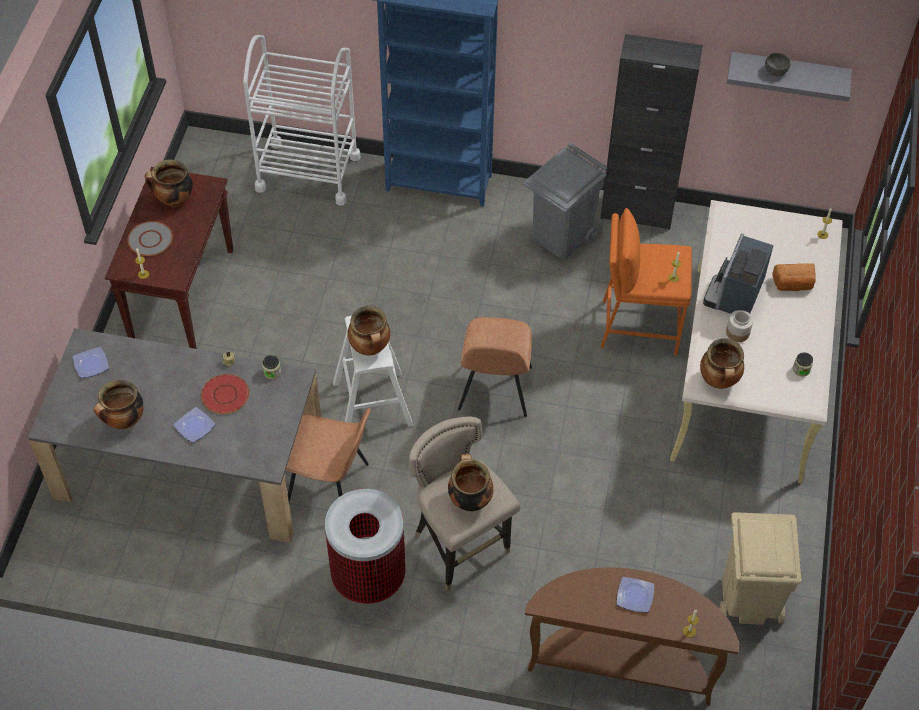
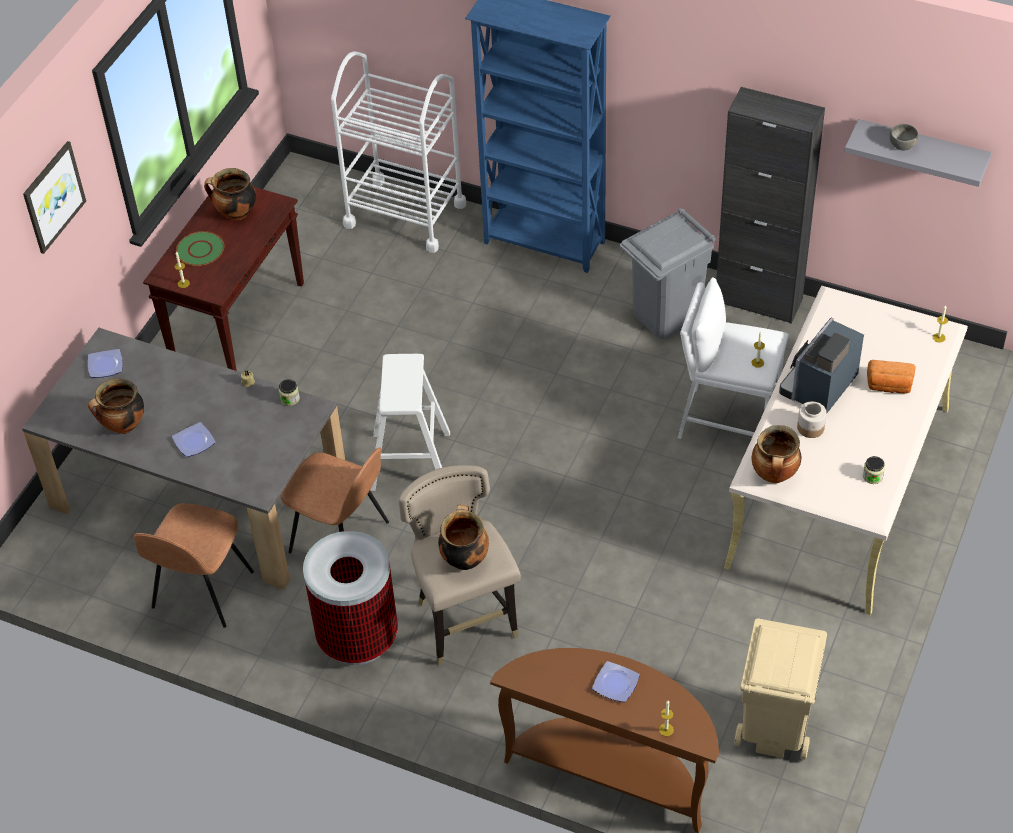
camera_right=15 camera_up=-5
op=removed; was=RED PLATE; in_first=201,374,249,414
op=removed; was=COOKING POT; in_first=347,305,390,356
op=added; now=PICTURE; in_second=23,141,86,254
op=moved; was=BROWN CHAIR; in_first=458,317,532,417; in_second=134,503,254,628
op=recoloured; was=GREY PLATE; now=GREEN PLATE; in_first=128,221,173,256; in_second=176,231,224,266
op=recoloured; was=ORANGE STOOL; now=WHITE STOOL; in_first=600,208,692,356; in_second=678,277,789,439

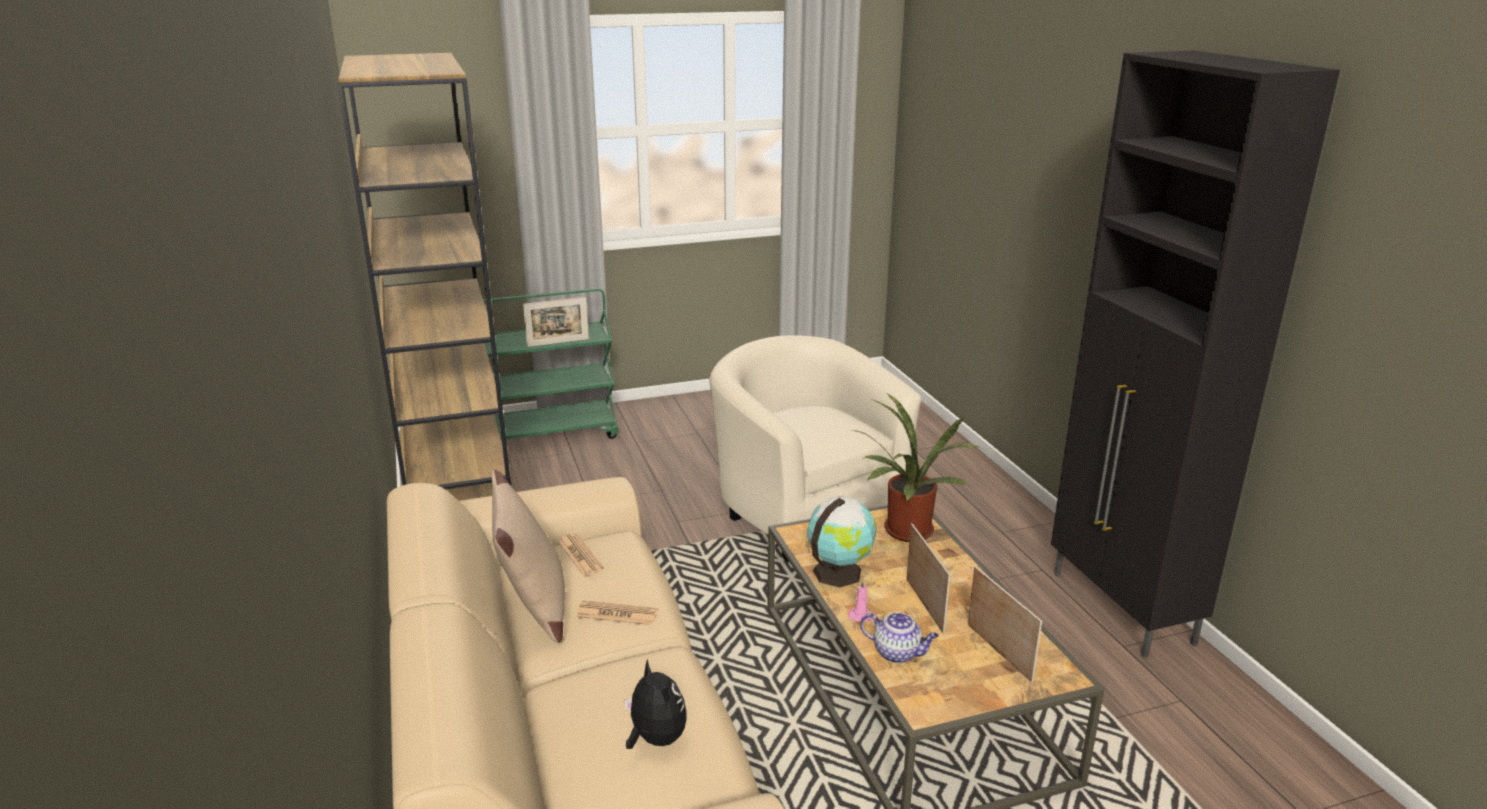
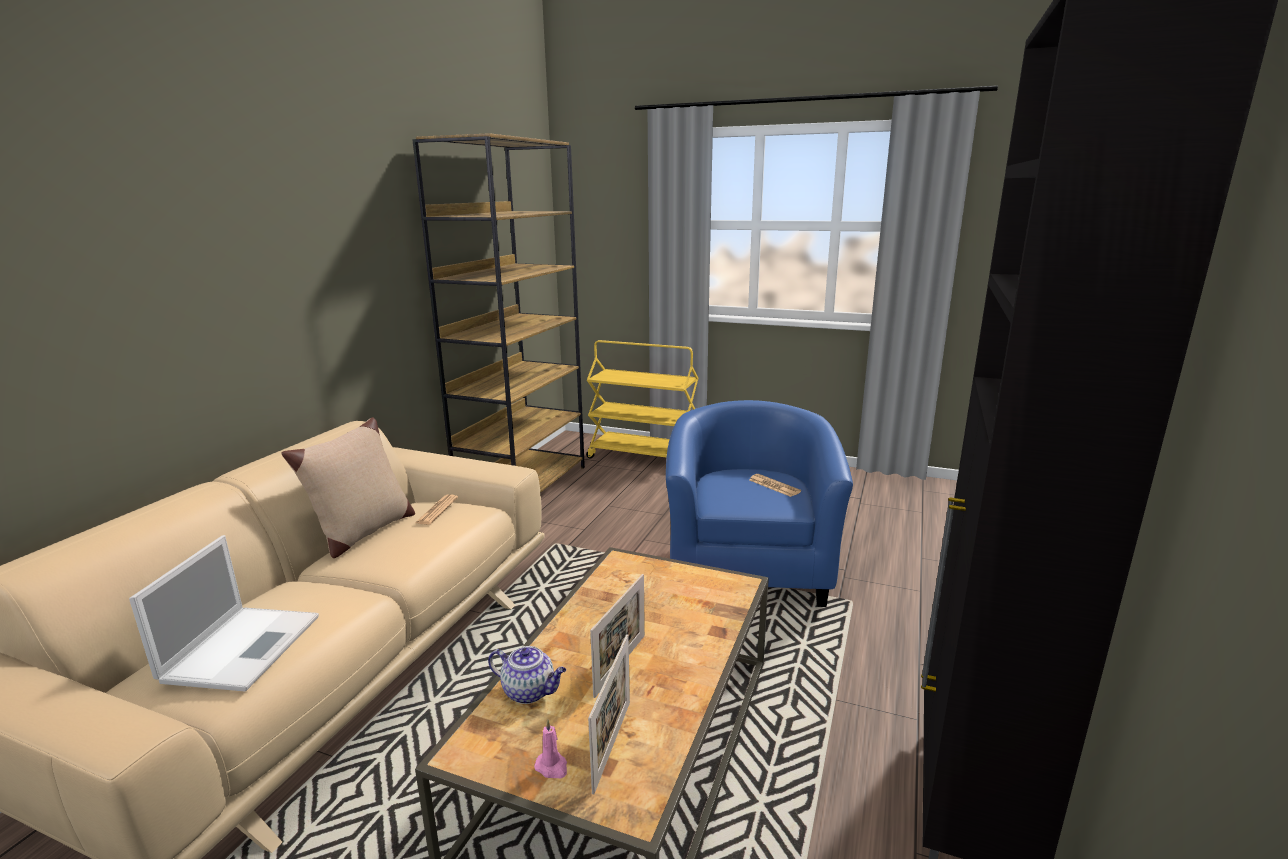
camera_right=40 camera_up=-5
op=removed; was=PICTURE FRAME; in_first=523,297,589,347
op=removed; was=GLOBE; in_first=807,496,877,588
op=removed; was=POTTED PLANT; in_first=856,393,981,542
op=moved; was=NEWSPAPER; in_first=576,601,658,625; in_second=749,474,801,497
op=moved; was=PINK CANDLE; in_first=848,580,876,622; in_second=534,720,567,778
op=replaced; was=PLUSH TOY; now=LAPTOP; in_first=625,659,686,749; in_second=129,535,319,692
op=recoloured; was=GREEN CART; now=YELLOW CART; in_first=483,288,619,440; in_second=586,340,698,459
op=recoloured; was=BEIGE ARMCHAIR; now=BLUE ARMCHAIR; in_first=709,335,921,562; in_second=666,400,853,607
op=turned; was=TEAPOT; in_first=860,612,939,663; in_second=488,646,566,704; clockwise=-45

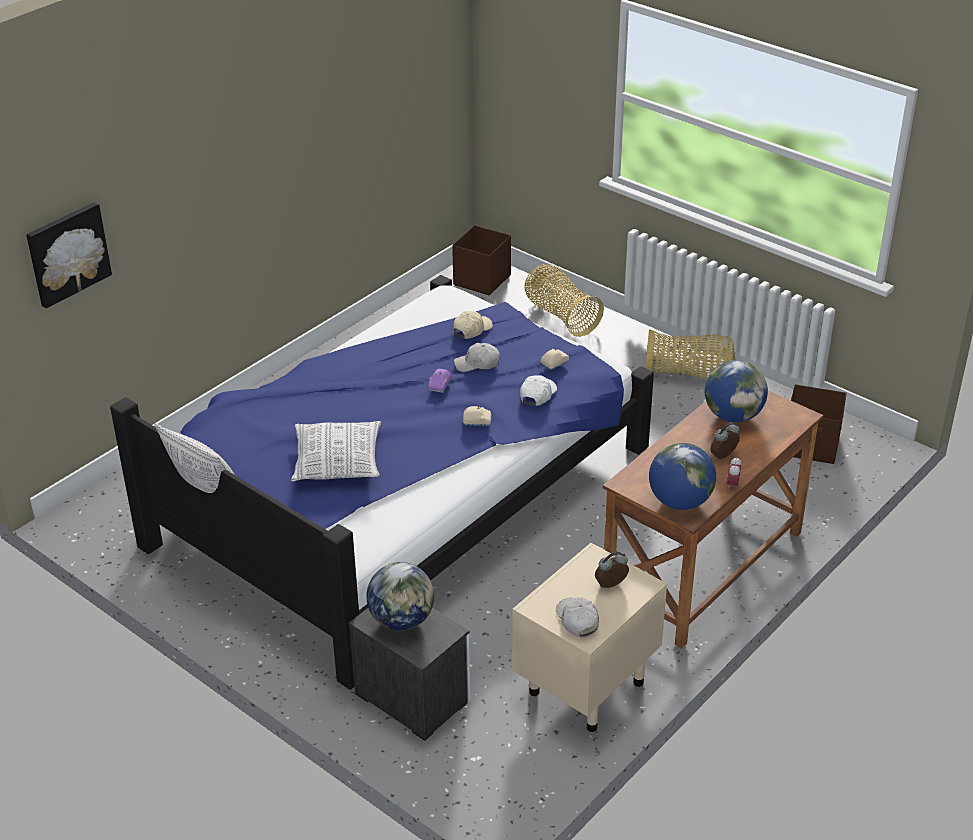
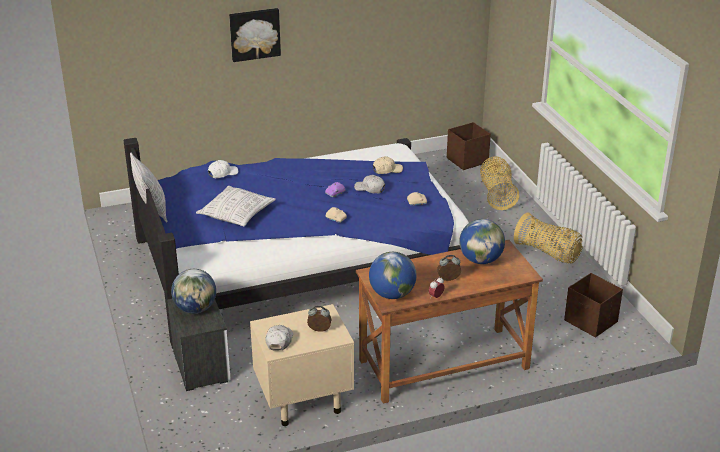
camera_right=30 camera_up=-5
op=moved; was=PICTURE; in_first=26,202,112,308; in_second=229,8,281,62
op=moved; was=WHITE CAP; in_first=520,375,557,406; in_second=208,160,238,178

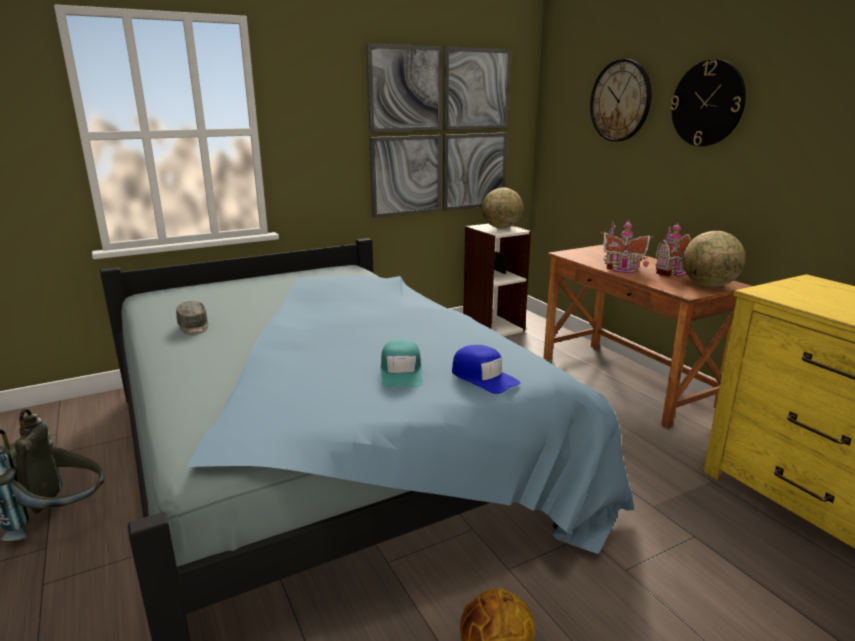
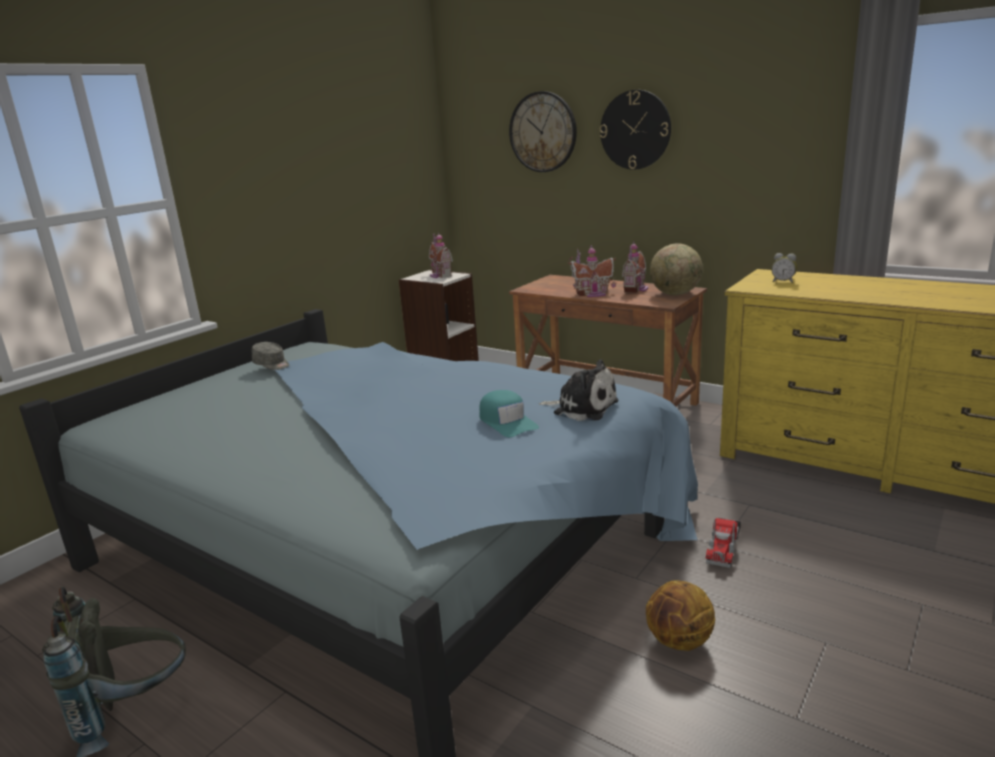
camera_right=-25 camera_up=0
op=removed; was=PICTURE; in_first=366,43,511,218
op=added; now=TOY TRUCK; in_second=706,517,741,568
op=added; now=ALARM CLOCK; in_second=772,253,797,283
op=moved; was=GREY CAP; in_first=176,301,208,335; in_second=252,342,289,370
op=replaced; was=BLUE CAP; now=PLUSH TOY; in_first=452,345,520,394; in_second=539,359,618,421
op=replaced; was=GLOBE; now=TOY HOUSE; in_first=482,188,523,229; in_second=429,232,453,278

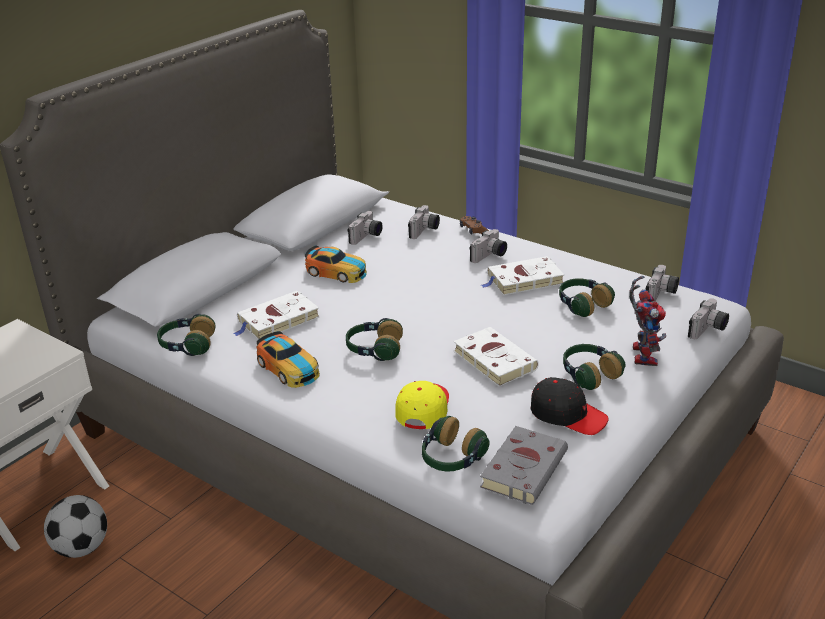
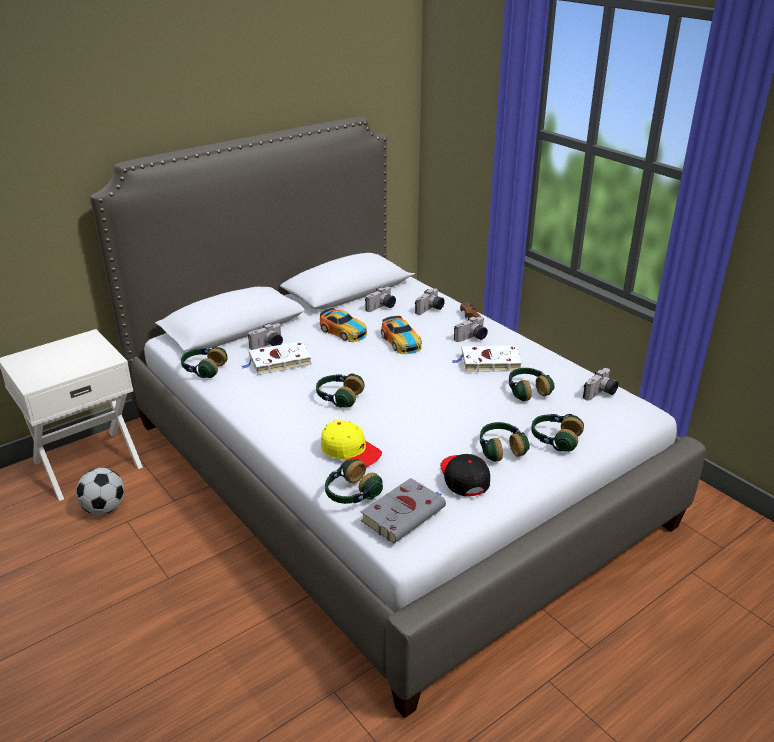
camera_right=15 camera_up=0
op=removed; was=WHITE BOOK; in_first=453,327,539,387
op=moved; was=TOY CAR; in_first=257,331,320,388; in_second=381,316,422,354
op=moved; was=PHOTO CAMERA; in_first=688,298,729,339; in_second=248,323,283,350
op=replaced; was=TOY ROBOT; now=HEADPHONES; in_first=629,276,666,366; in_second=531,414,584,452
op=turned; was=YELLOW CAP; in_first=395,381,449,429; in_second=321,420,382,467; clockwise=90
op=turned; was=BLACK CAP; in_first=531,377,609,435; in_second=440,454,490,496; clockwise=-150

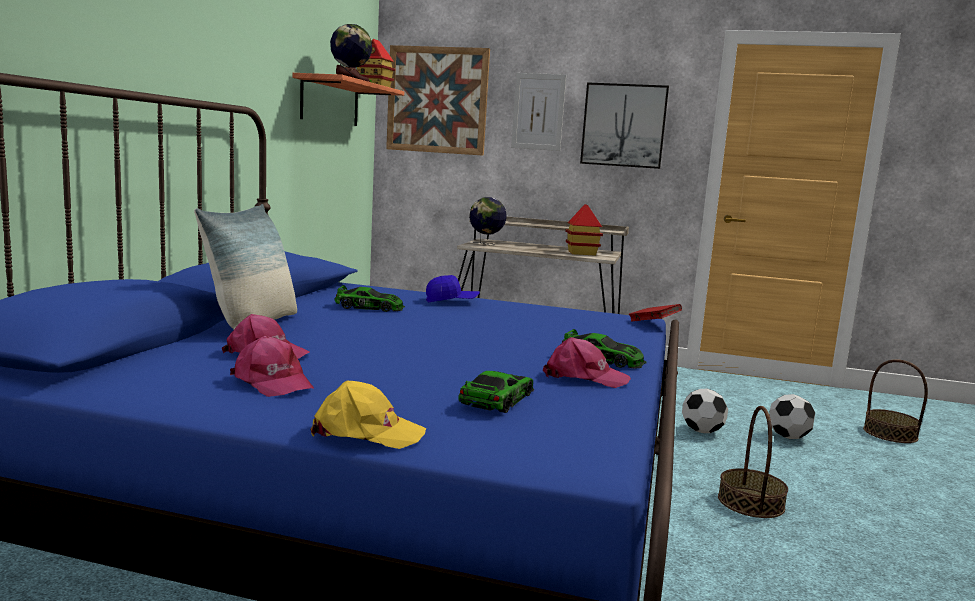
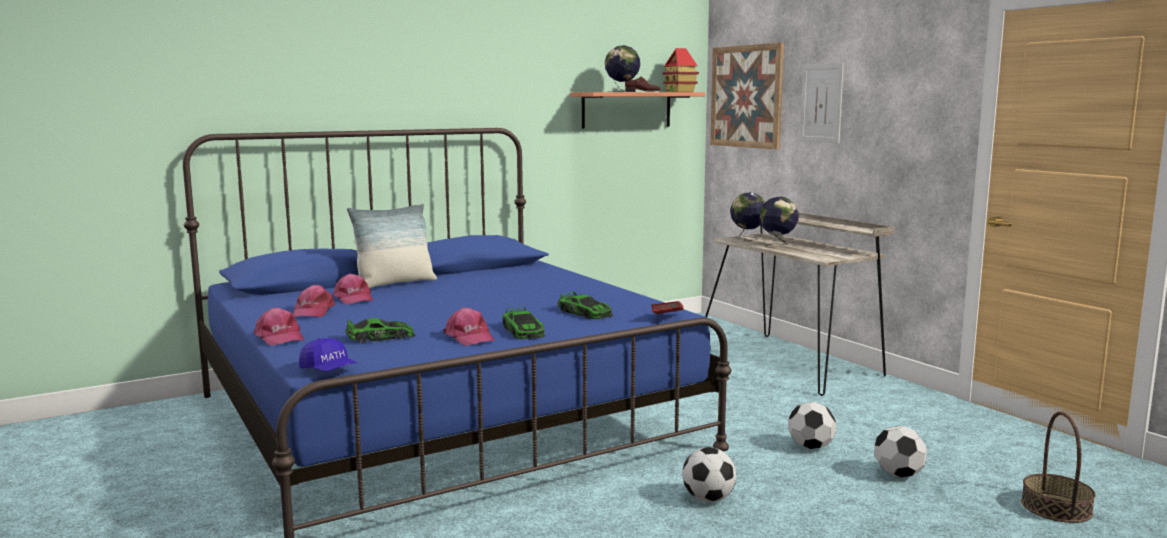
camera_right=45 camera_up=0
op=removed; was=TOY HOUSE; in_first=565,204,603,256
op=removed; was=PICTURE; in_first=580,82,669,169
op=added; now=GLOBE; in_second=759,197,799,248
op=moved; was=TOY CAR; in_first=335,285,405,312; in_second=557,292,613,319
op=moved; was=BLUE CAP; in_first=426,275,480,302; in_second=299,338,357,371
op=replaced; was=BASKET; now=FOOTBALL; in_first=718,406,788,518; in_second=682,447,736,502
op=recoloured; was=YELLOW CAP; now=PINK CAP; in_first=310,381,426,449; in_second=254,308,304,346

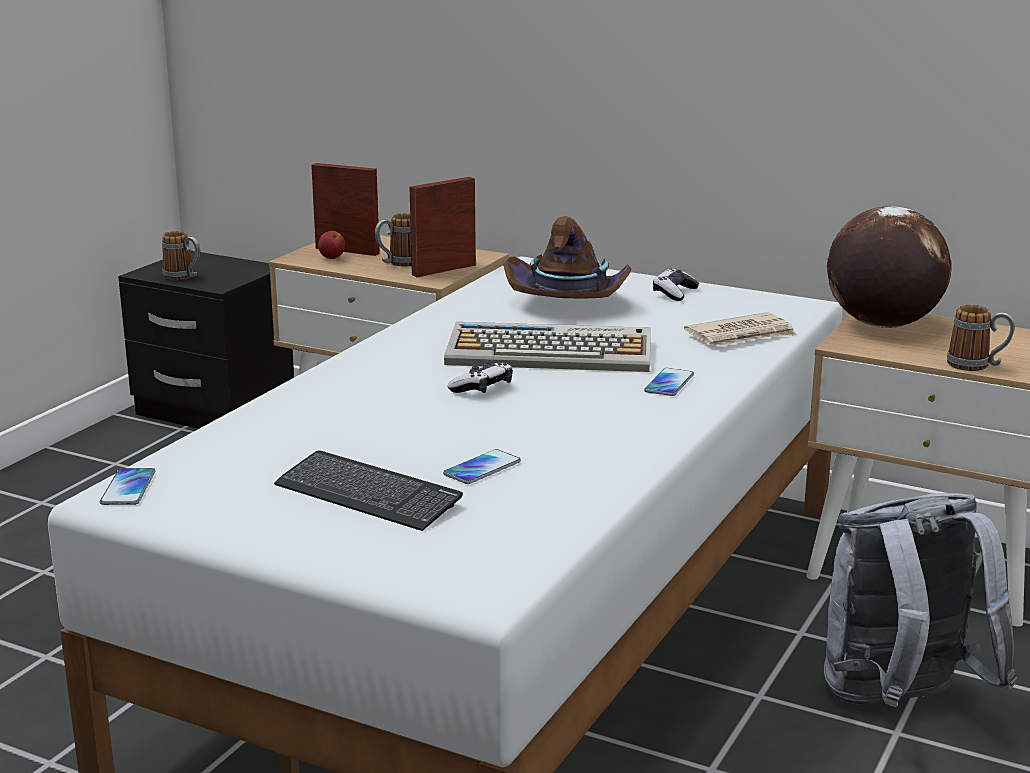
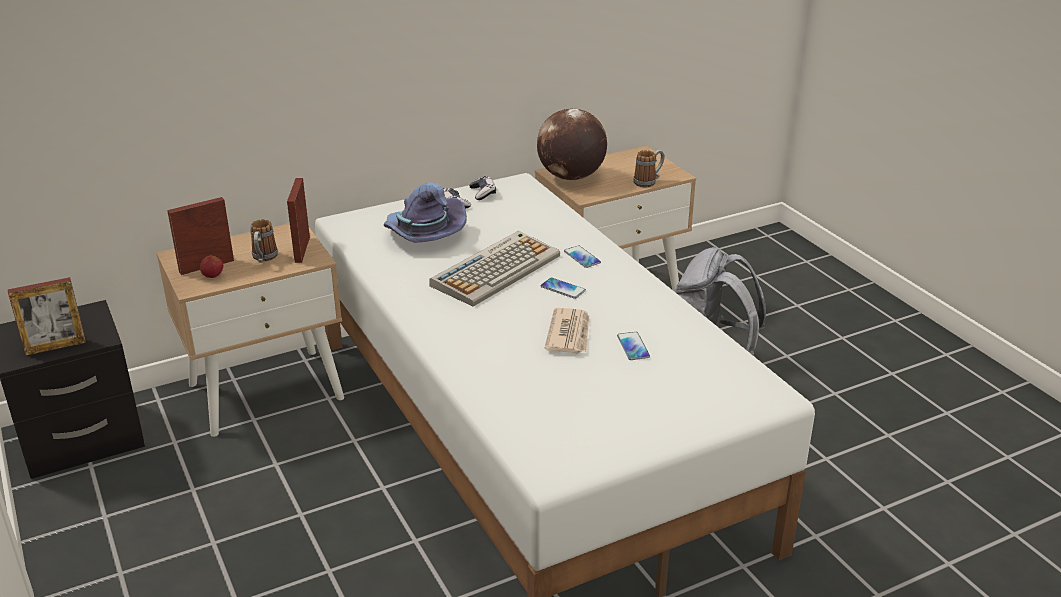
camera_right=-55 camera_up=10
op=removed; was=KEYBOARD; in_first=274,451,463,531
op=moved; was=PHONE; in_first=100,468,155,505; in_second=541,277,586,299
op=moved; was=GAME CONTROLLER; in_first=447,360,513,393; in_second=469,176,496,200
op=moved; was=NEWSPAPER; in_first=684,312,797,347; in_second=544,308,589,353
op=replaced; was=MUG; now=PICTURE FRAME; in_first=162,231,200,280; in_second=8,277,86,356
op=recoloured; was=BROWN HAT; now=PURPLE HAT; in_first=503,216,631,299; in_second=384,182,467,243

